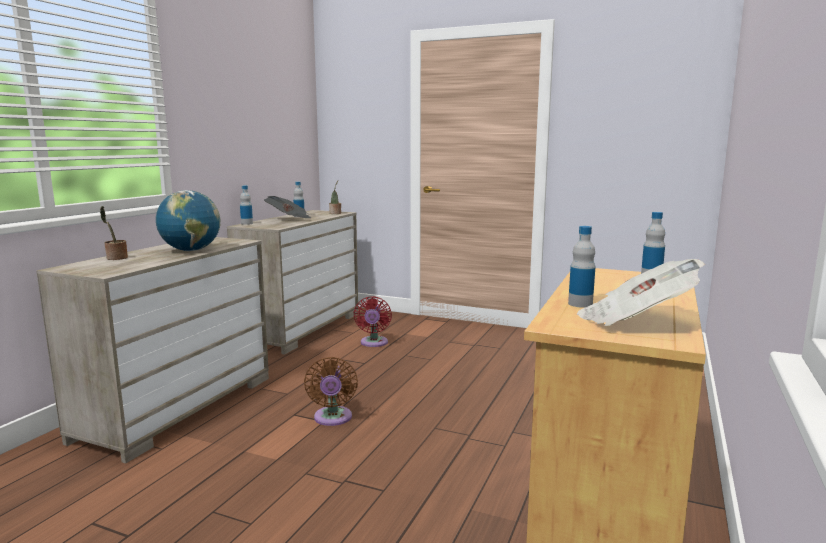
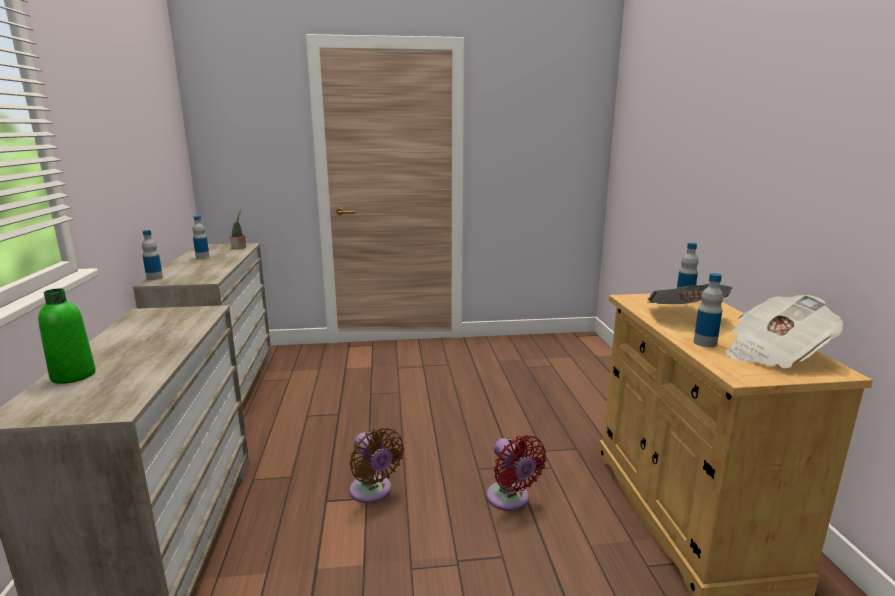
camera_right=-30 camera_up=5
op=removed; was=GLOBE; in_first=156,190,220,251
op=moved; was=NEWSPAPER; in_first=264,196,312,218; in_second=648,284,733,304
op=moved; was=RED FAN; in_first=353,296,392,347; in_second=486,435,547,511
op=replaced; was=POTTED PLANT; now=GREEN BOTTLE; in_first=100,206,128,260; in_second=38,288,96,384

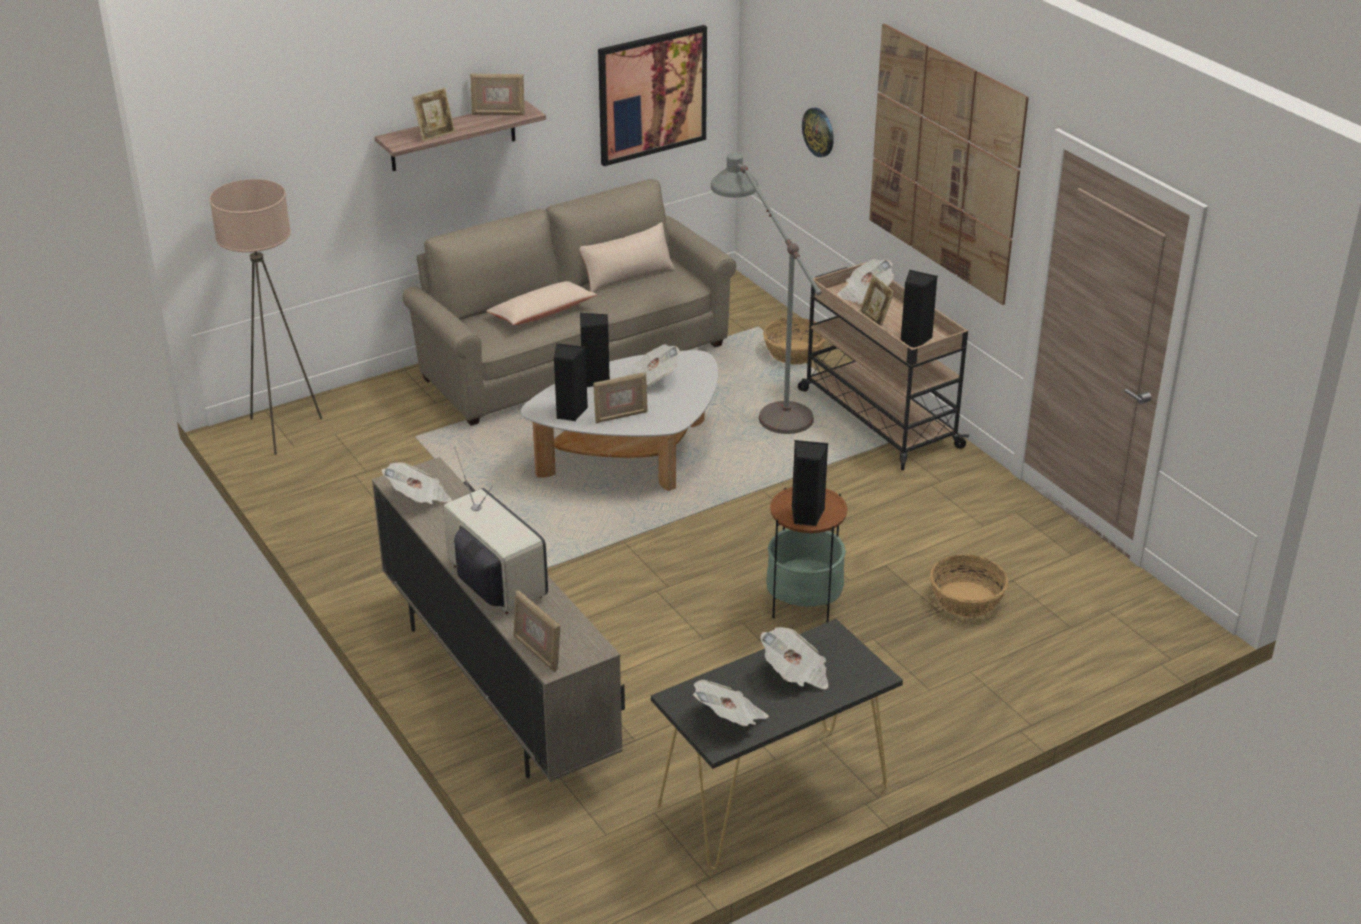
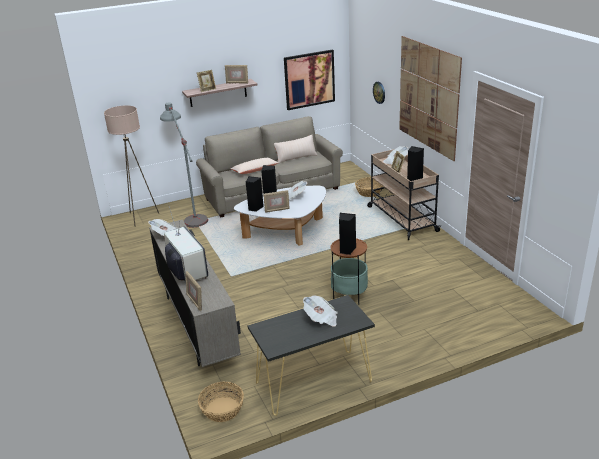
camera_right=10 camera_up=-5
op=removed; was=NEWSPAPER; in_first=693,680,769,727
op=moved; was=GREY FLOOR LAMP; in_first=711,153,822,434; in_second=160,102,208,228
op=moved; was=BASKET; in_first=930,554,1008,618; in_second=198,382,244,422

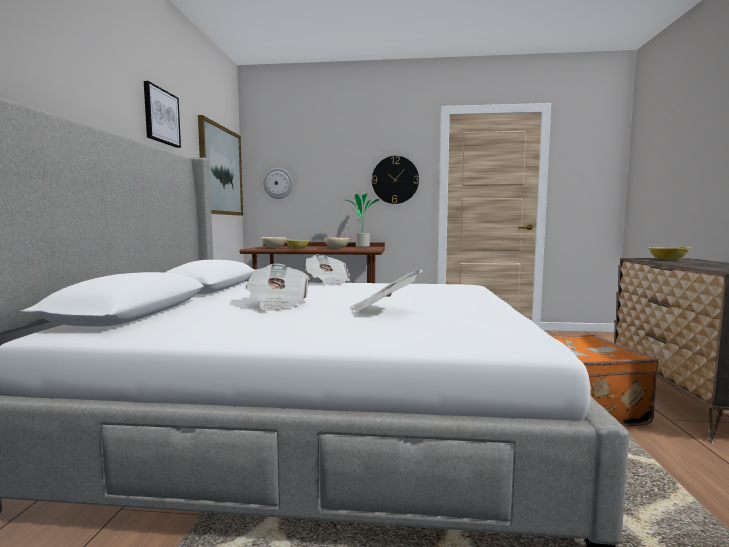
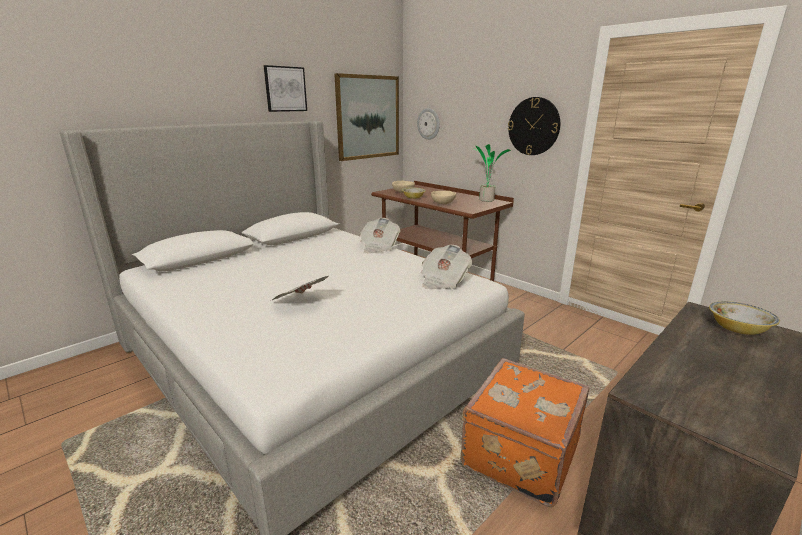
camera_right=40 camera_up=15
op=moved; was=NEWSPAPER; in_first=245,264,310,311; in_second=421,244,472,289

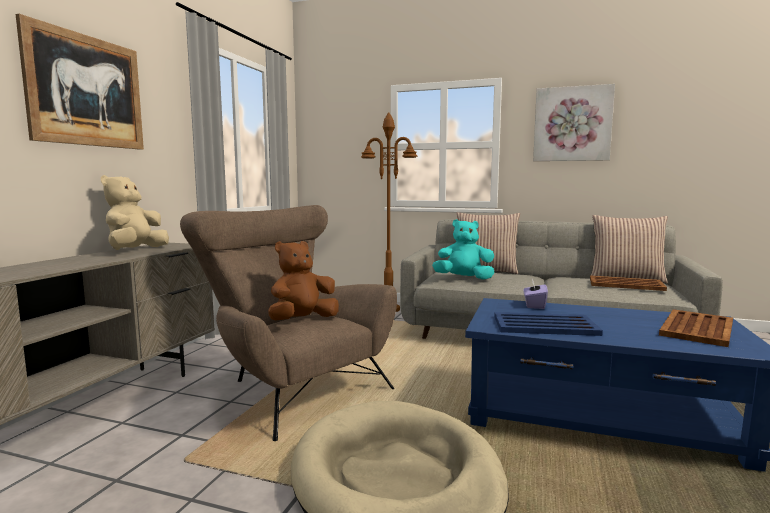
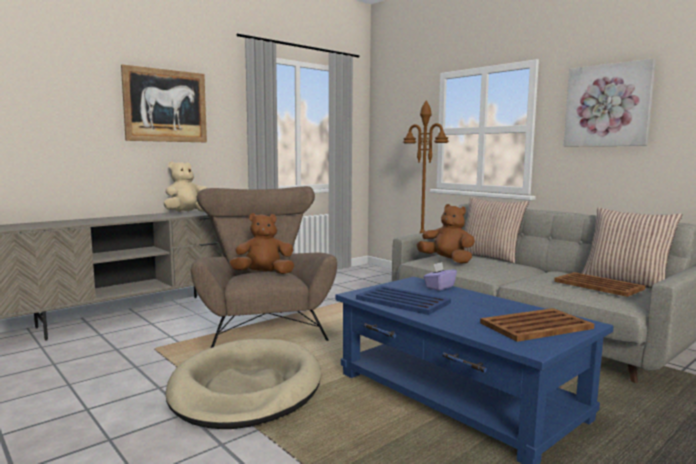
camera_right=30 camera_up=0
op=recoloured; was=TURQUOISE PLUSH TOY; now=BROWN PLUSH TOY; in_first=432,219,495,280; in_second=417,204,475,264

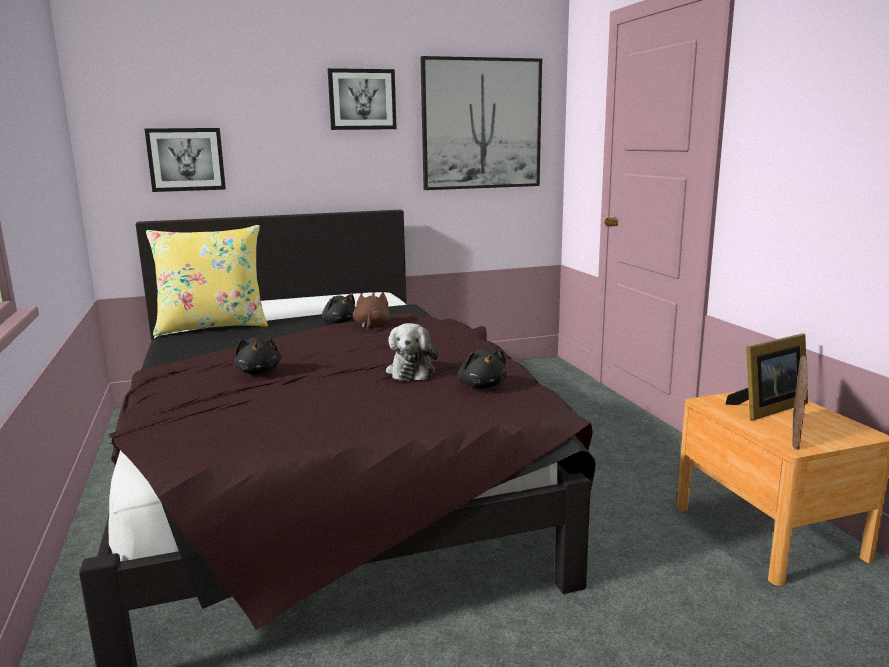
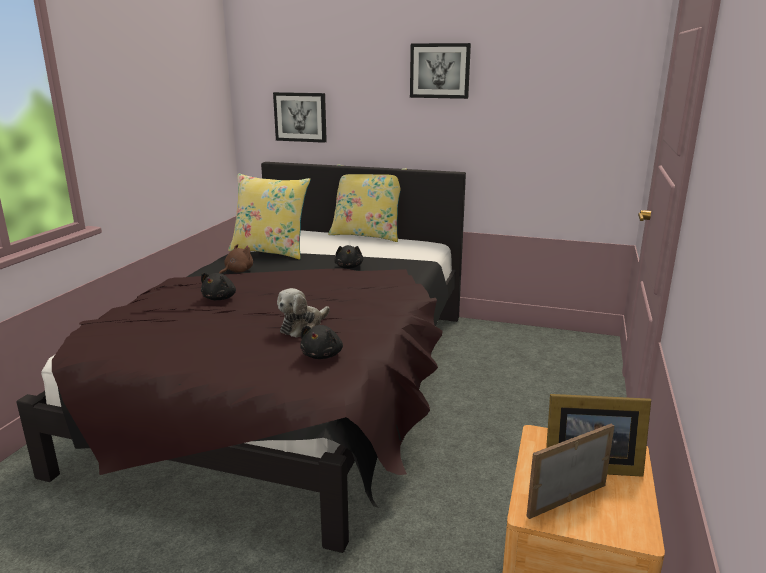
camera_right=35 camera_up=5
op=removed; was=PICTURE; in_first=420,56,542,190
op=added; now=YELLOW PILLOW; in_second=328,164,407,242
op=moved; was=BROWN PLUSH TOY; in_first=353,292,389,330; in_second=219,244,253,273

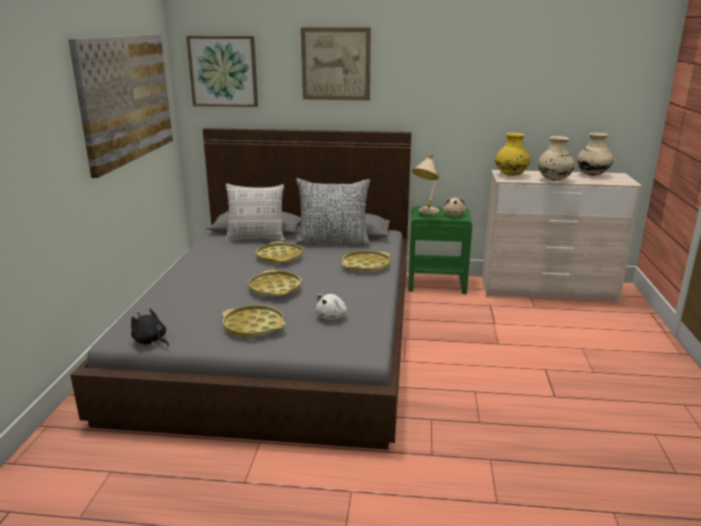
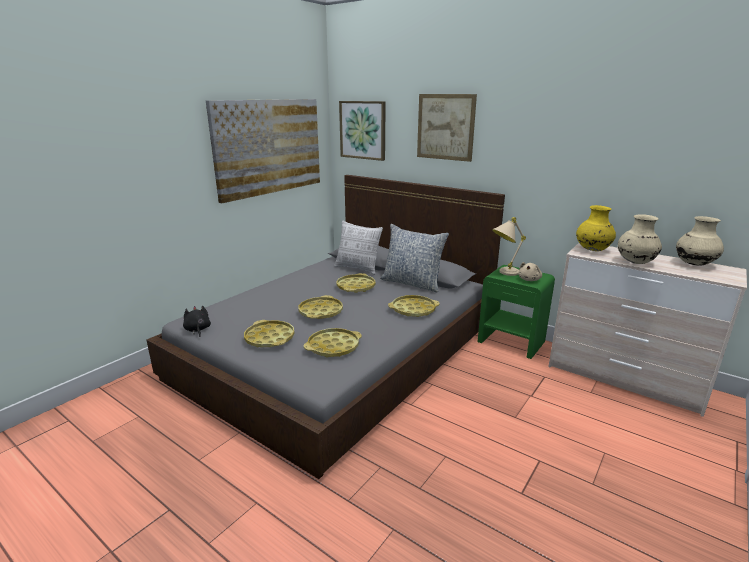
camera_right=30 camera_up=0
op=replaced; was=WHITE PLUSH TOY; now=YELLOW TRAY; in_first=316,293,347,319; in_second=304,328,362,358

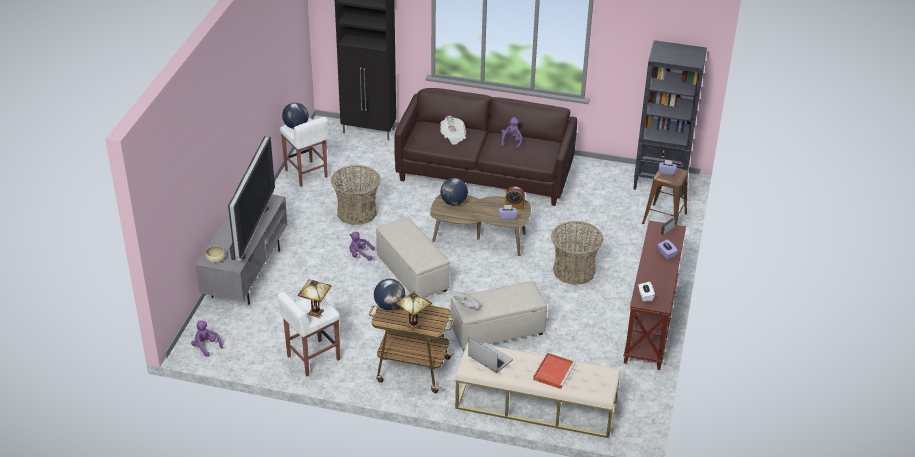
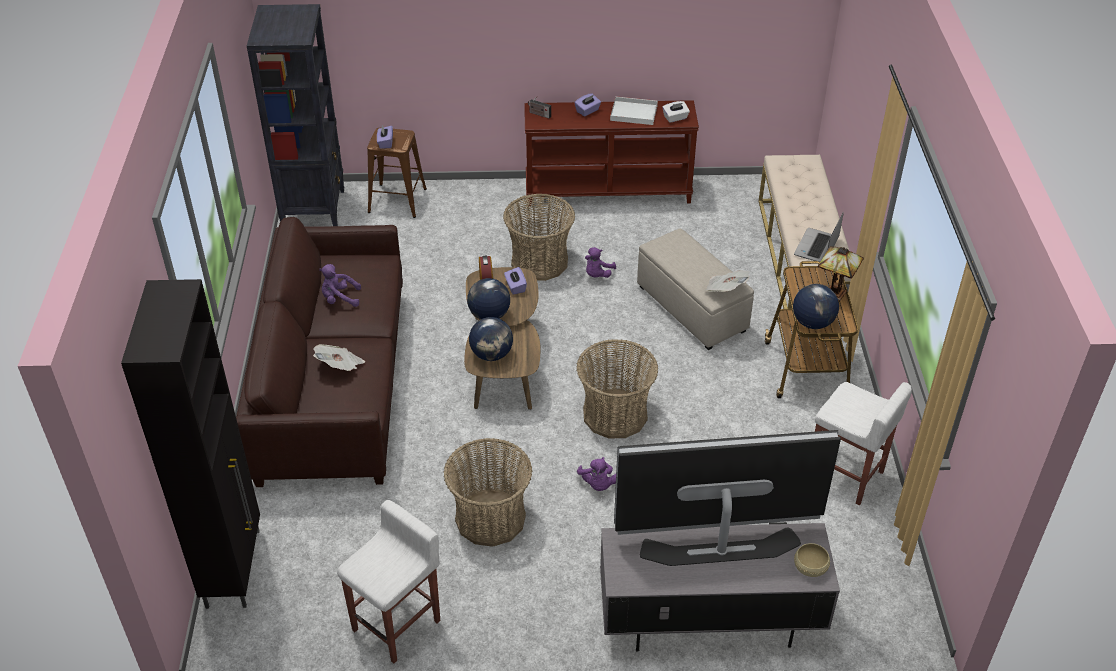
camera_right=-105 camera_up=5
op=removed; was=TABLE LAMP; in_first=298,280,331,318
op=removed; was=RED TRAY; in_first=533,353,576,389
op=added; now=WHITE TRAY; in_second=610,97,658,125
op=moved; was=PURPLE PLUSH TOY; in_first=191,320,223,357; in_second=585,247,616,278
op=moved; was=GLOBE; in_first=282,103,309,129; in_second=467,278,510,320
op=replaced; was=BEIGE OTTOMAN; now=BASKET; in_first=376,217,450,298; in_second=576,339,658,439

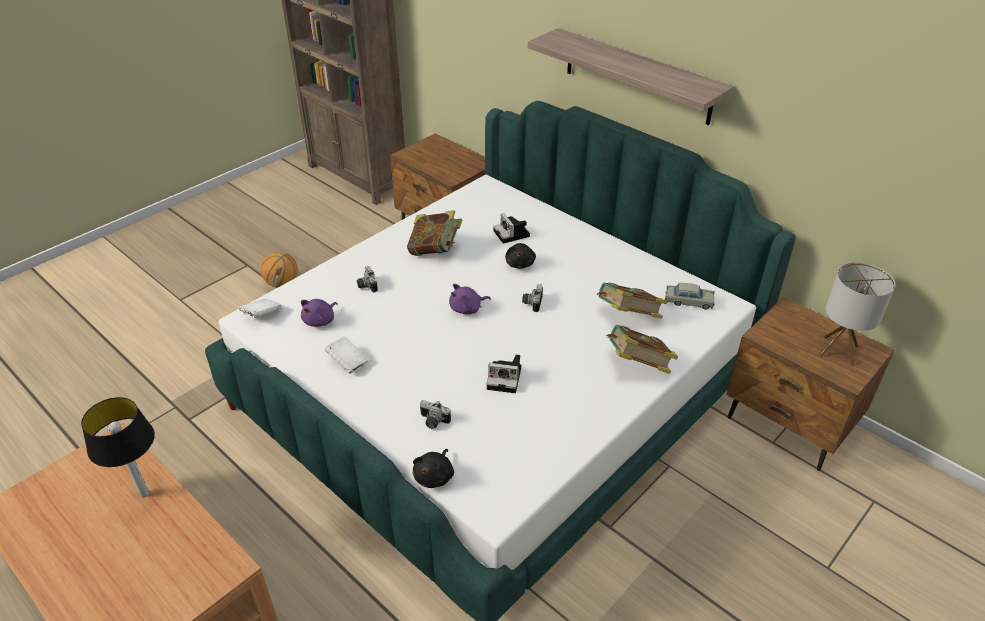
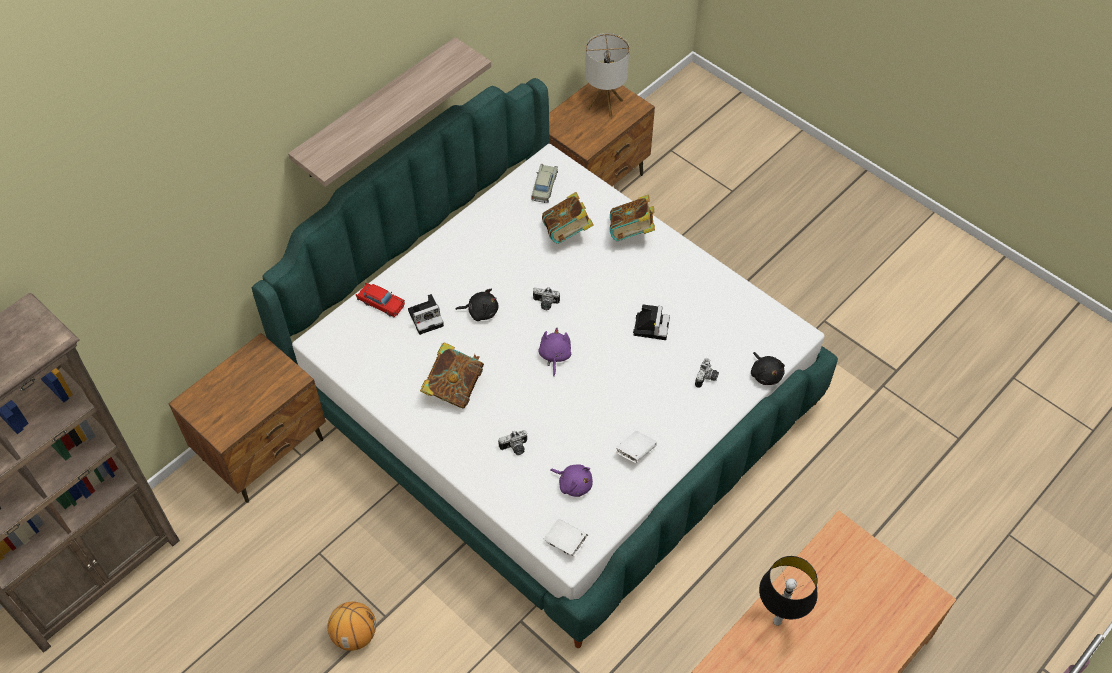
camera_right=-90 camera_up=15
op=added; now=RED TOY CAR; in_second=356,283,405,317
op=turned; was=BLACK PLUSH TOY; in_first=413,449,454,488; in_second=751,352,785,385; clockwise=45
op=turned; was=PURPLE PLUSH TOY; in_first=449,284,491,315; in_second=538,327,571,376; clockwise=-150

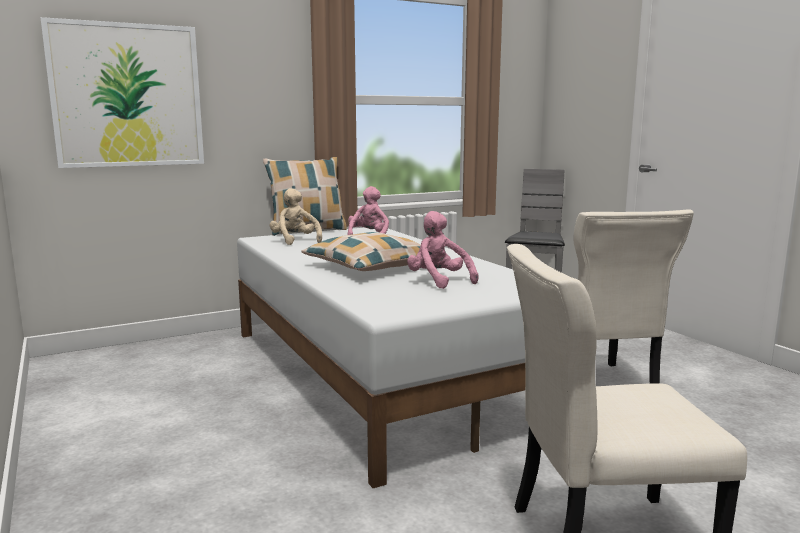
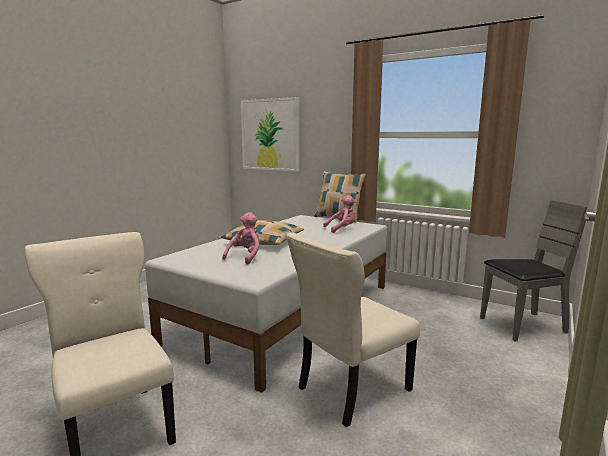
camera_right=60 camera_up=0
op=removed; was=BEIGE PLUSH TOY; in_first=270,188,322,245

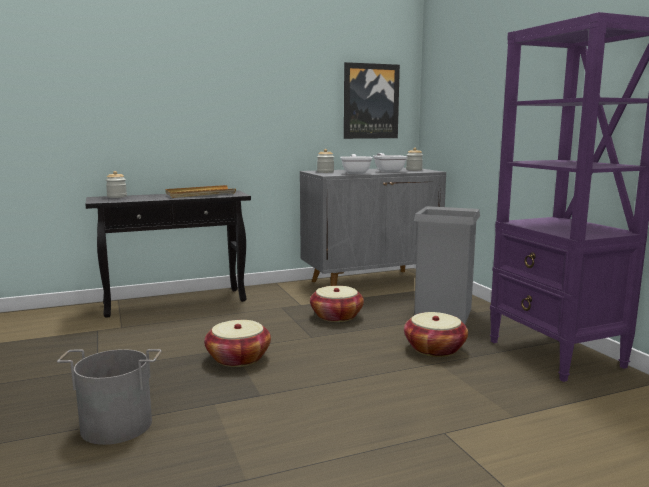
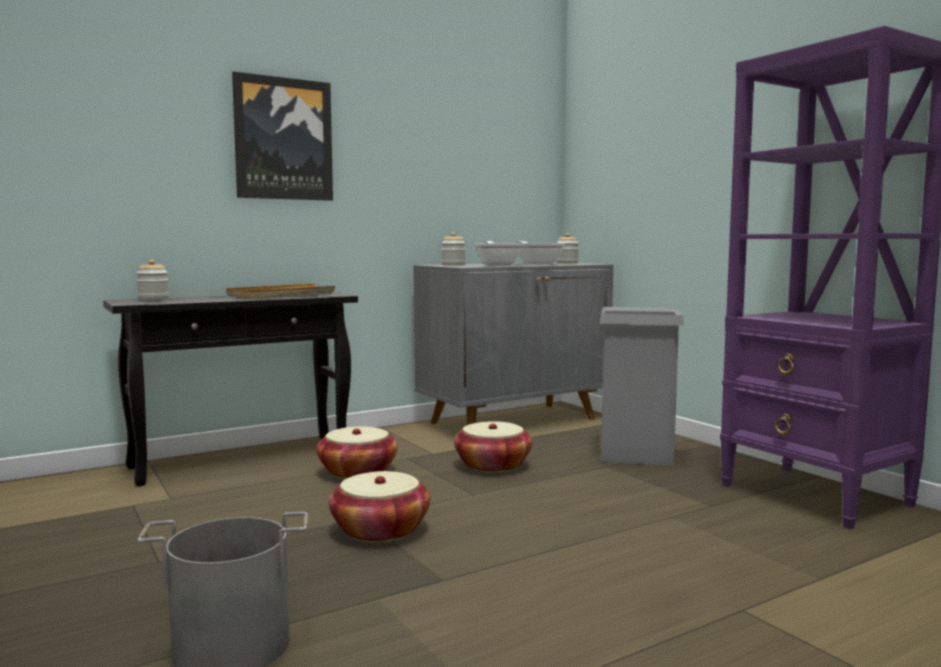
camera_right=-10 camera_up=-5
op=moved; was=PICTURE; in_first=344,62,400,139; in_second=232,72,333,201
op=moved; was=BASKET; in_first=404,312,468,357; in_second=317,426,398,479

